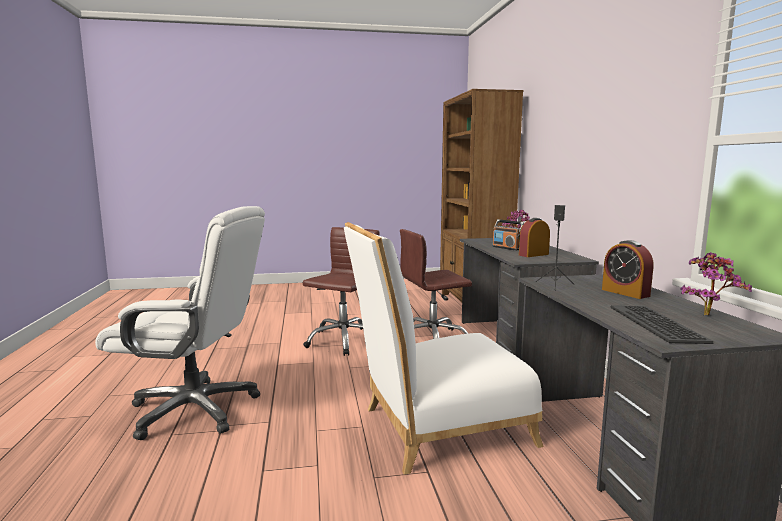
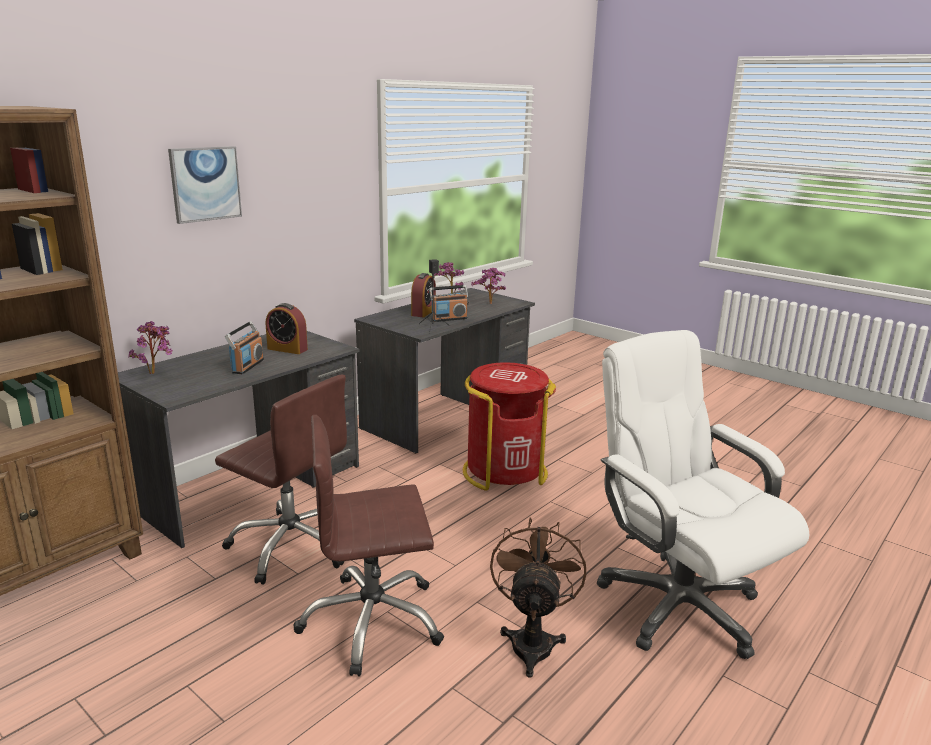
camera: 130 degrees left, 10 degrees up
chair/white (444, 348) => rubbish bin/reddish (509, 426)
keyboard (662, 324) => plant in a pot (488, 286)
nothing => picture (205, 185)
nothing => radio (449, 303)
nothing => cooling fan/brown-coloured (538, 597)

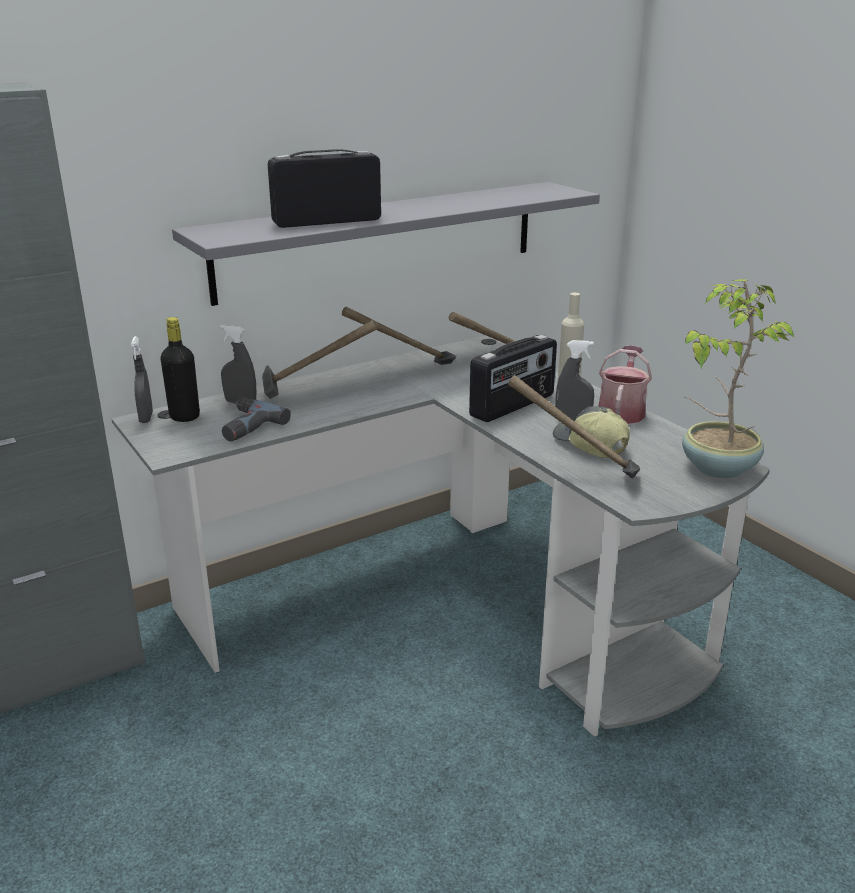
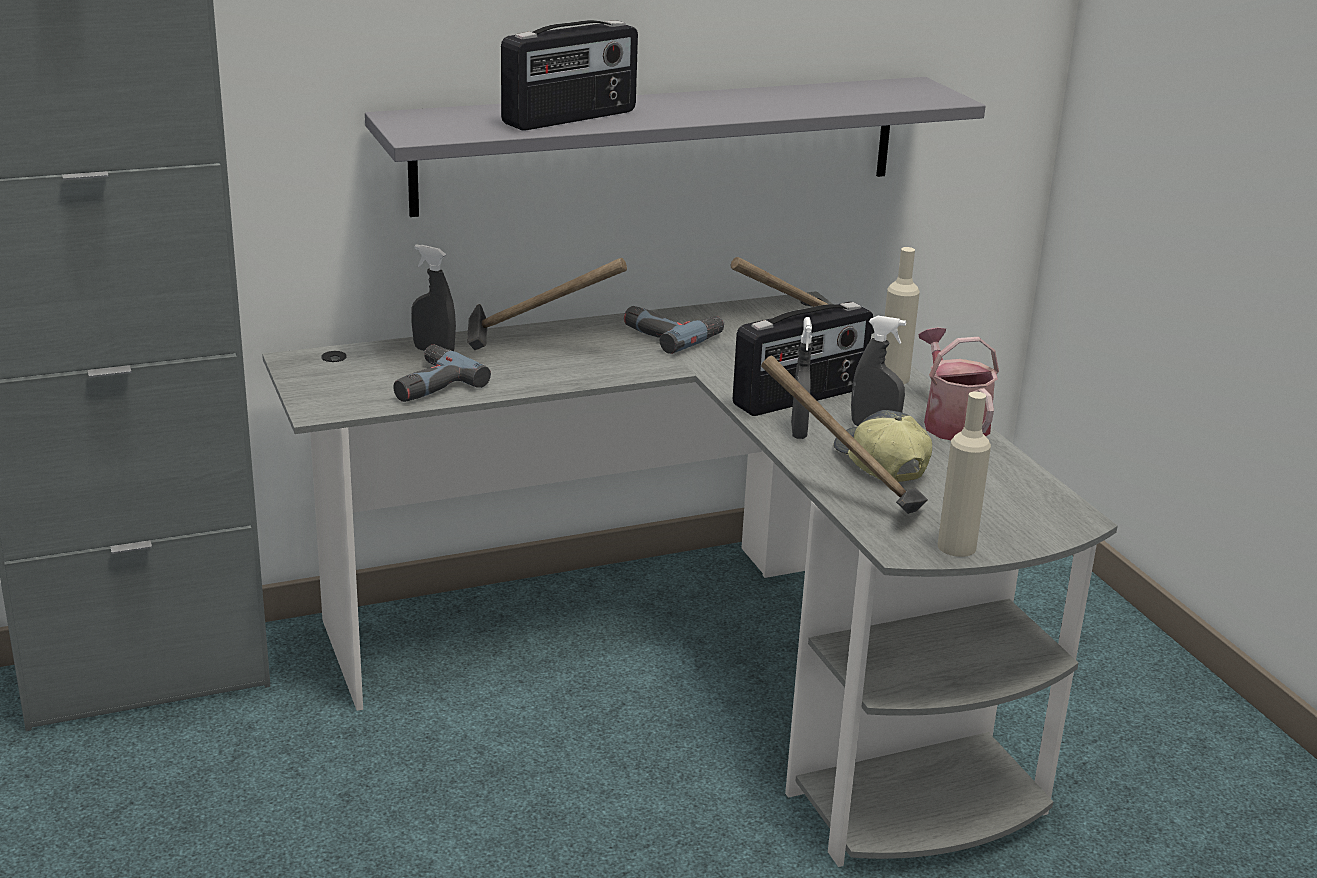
camera: 10 degrees right, 0 degrees up
radio (324, 188) => radio (569, 75), 150 degrees clockwise
plant in a pot (738, 378) => nothing
hand hammer (399, 336) => drill (674, 330)
bottle/black (180, 369) => nothing
sprayer/grey (142, 379) => sprayer/grey (801, 378), move
watering can (625, 385) => watering can (958, 383), 45 degrees counterclockwise
nothing => bottle/beige (964, 474)

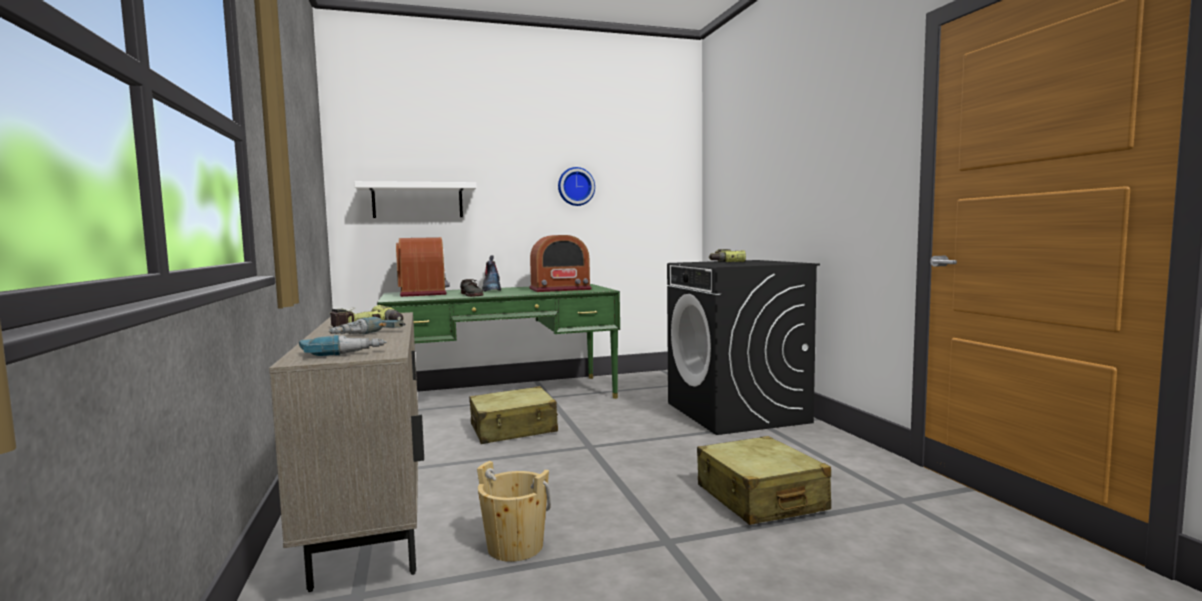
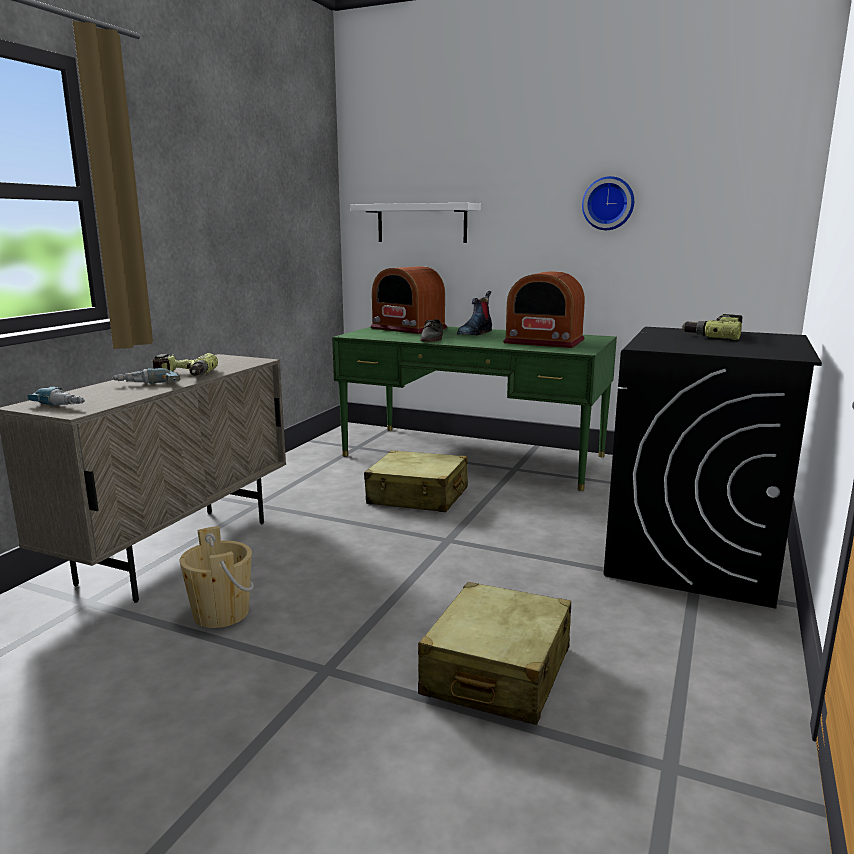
camera: 40 degrees right, 10 degrees up
radio (423, 267) => radio (408, 300), 105 degrees clockwise

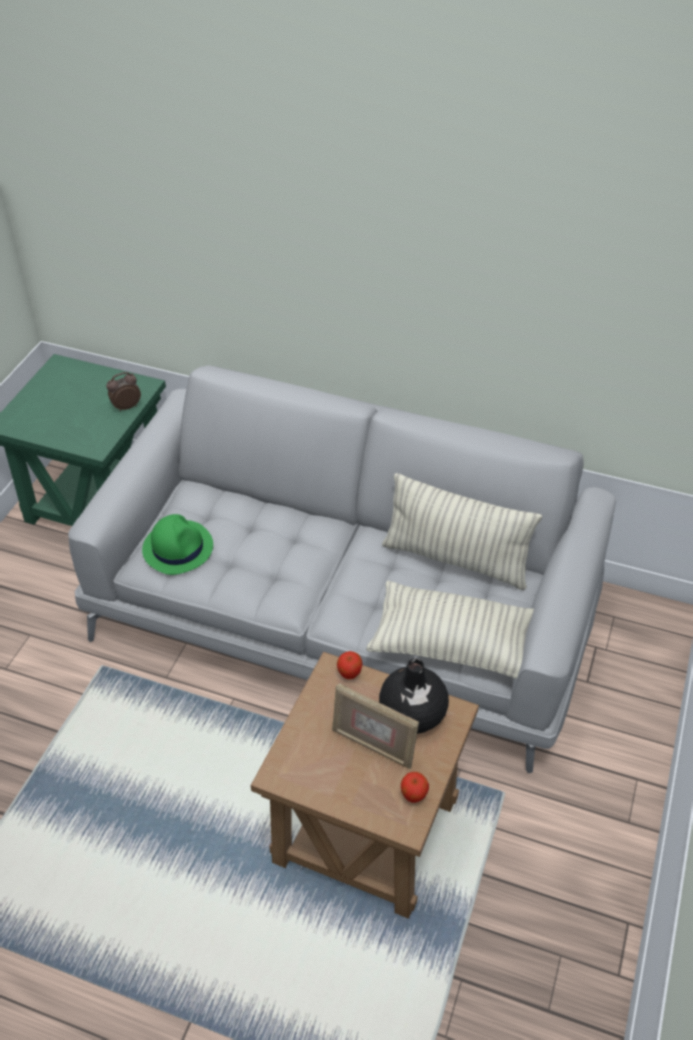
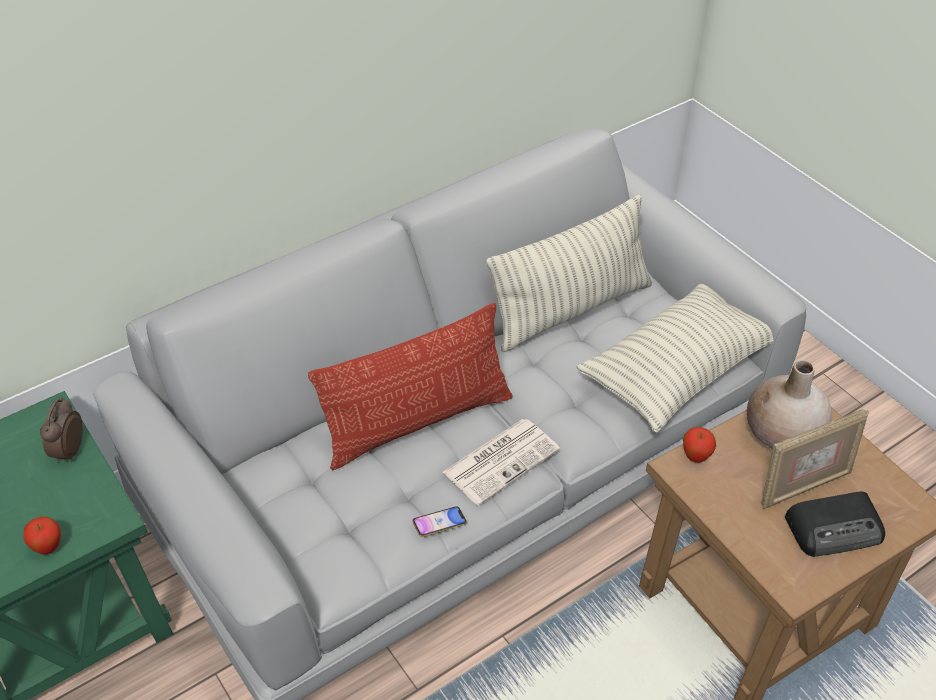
camera: 55 degrees left, 0 degrees up
clothing hat/green (177, 544) => nothing
flower vase/black (414, 696) => flower vase/beige (789, 405)
apple (415, 787) => apple (42, 536), move
nothing => throw pillow (410, 386)
nothing => printed paper (501, 462)
nothing => radio (835, 524)
nothing => telephone (439, 521)

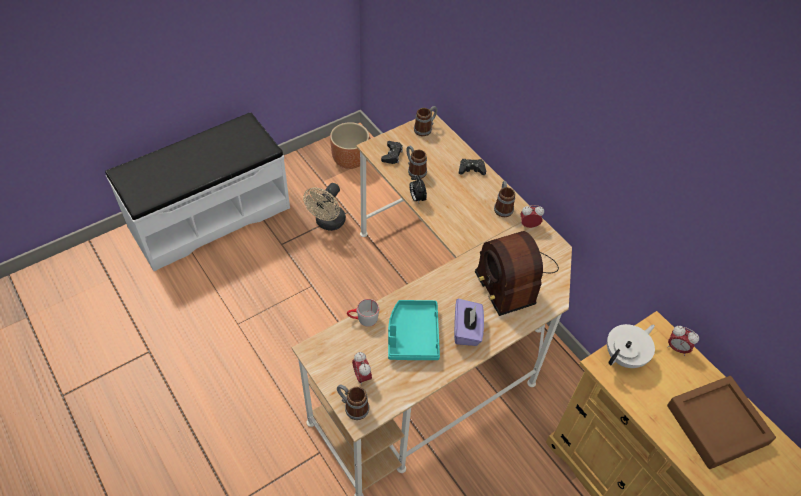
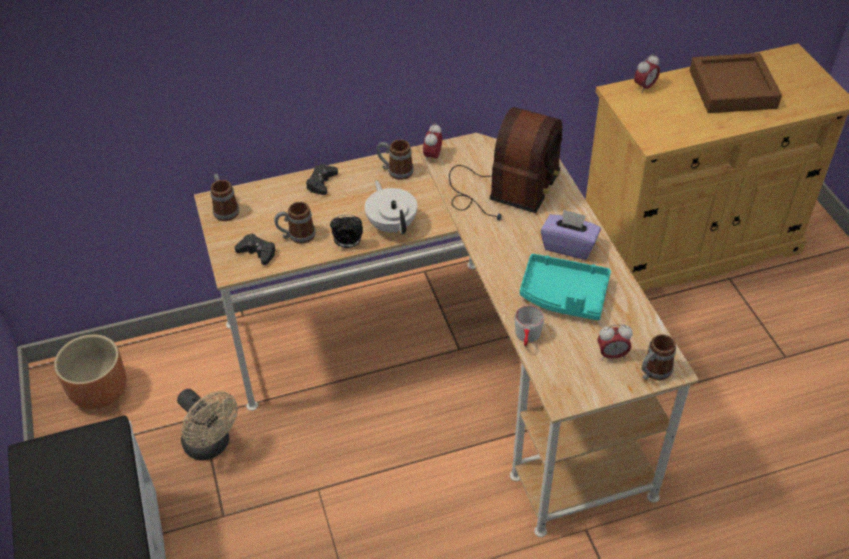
camera: 70 degrees left, 5 degrees down
radio (517, 273) => radio (506, 163), 60 degrees counterclockwise
tea pot/white (631, 346) => tea pot/white (391, 207), move

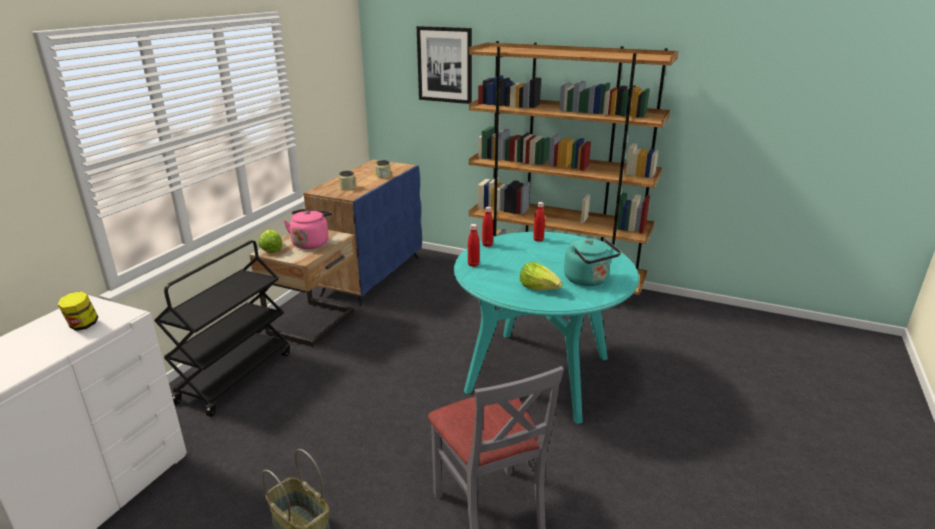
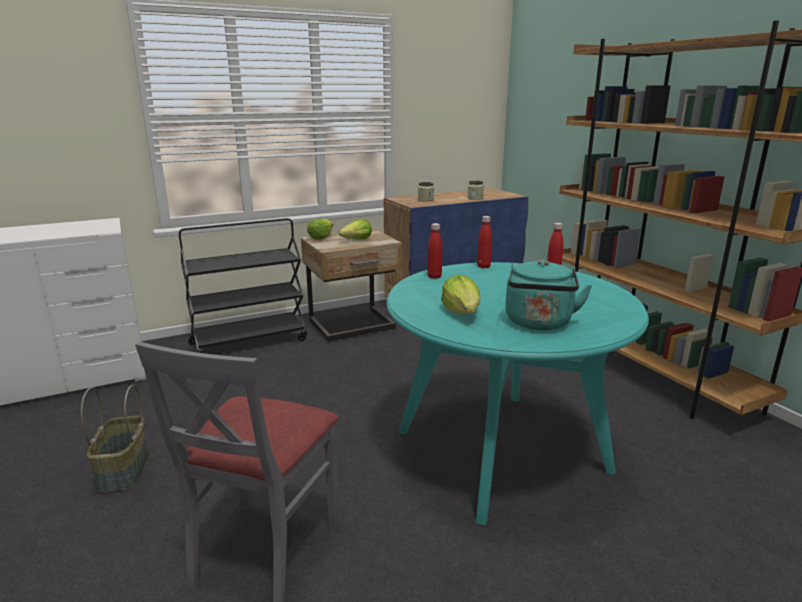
camera: 40 degrees right, 5 degrees down
picture (444, 65) => nothing
water kettle/pink-coloured (308, 229) => lettuce head (355, 229)
storage jar (78, 311) => nothing

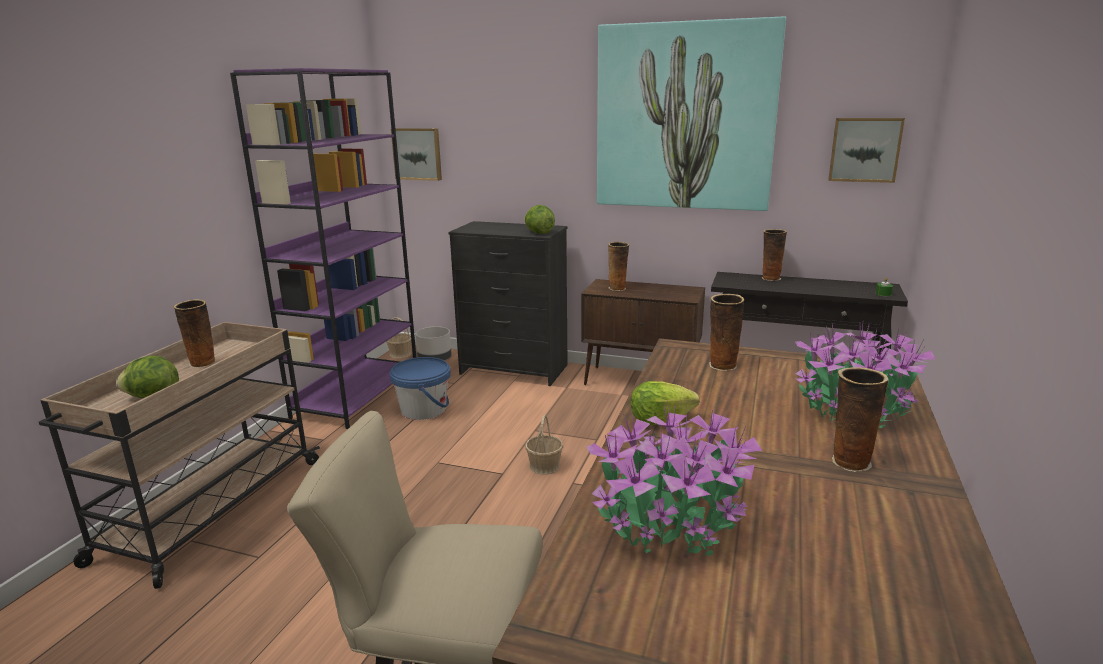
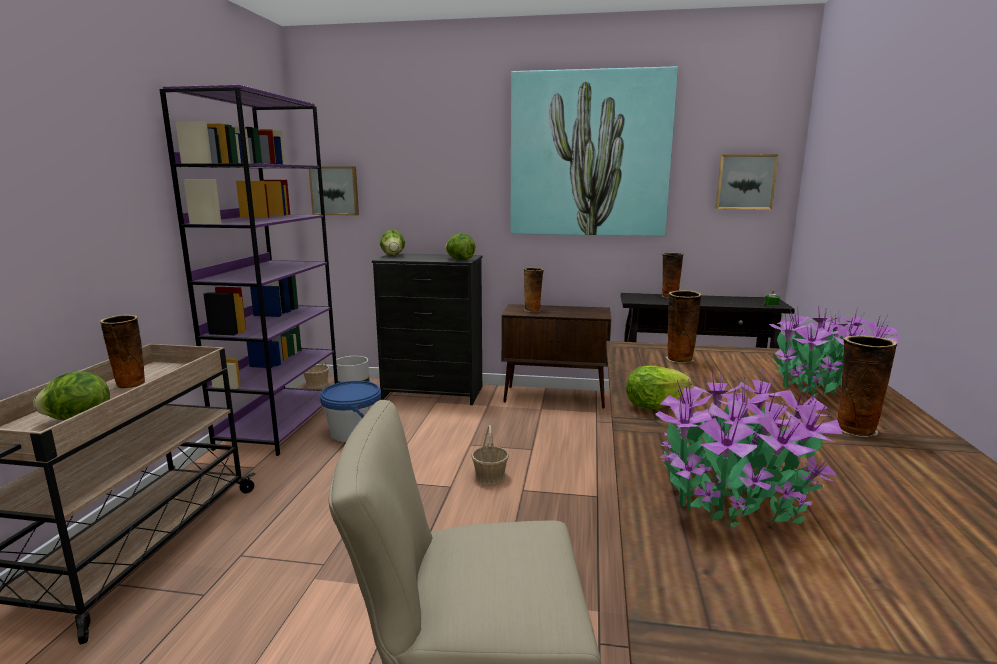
camera: 10 degrees left, 5 degrees down
nothing => lettuce head (392, 243)

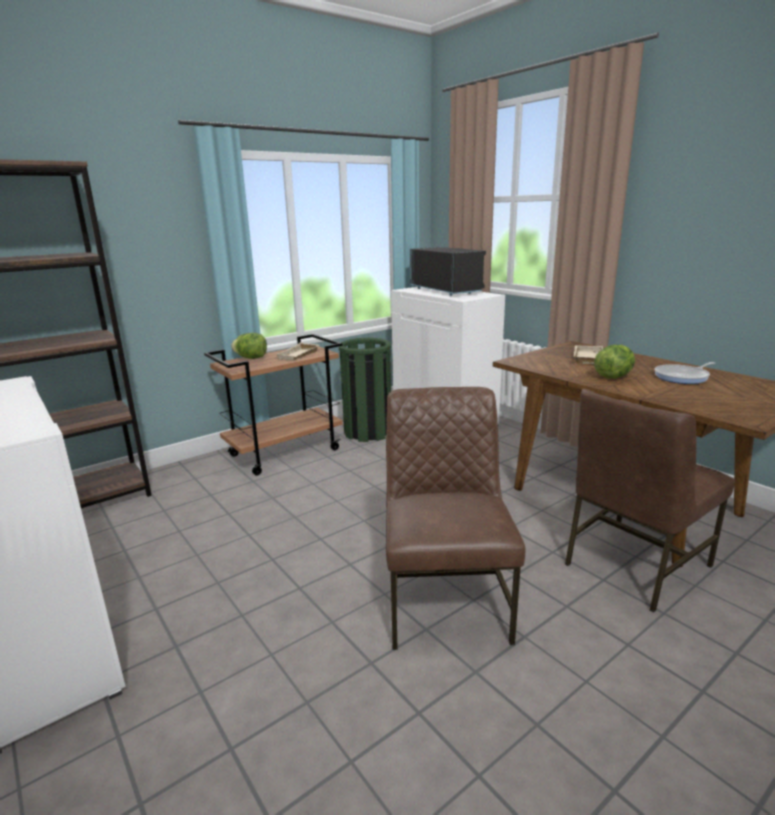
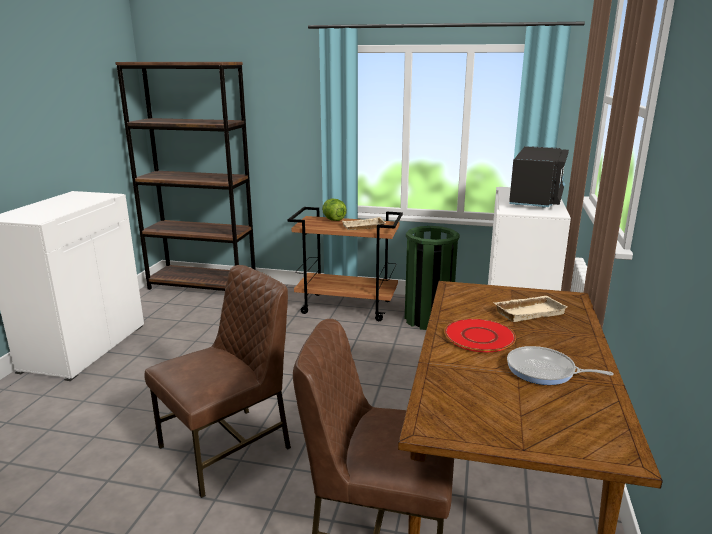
camera: 50 degrees right, 0 degrees up
lettuce head (614, 361) => dinner plate/reddish (480, 335)

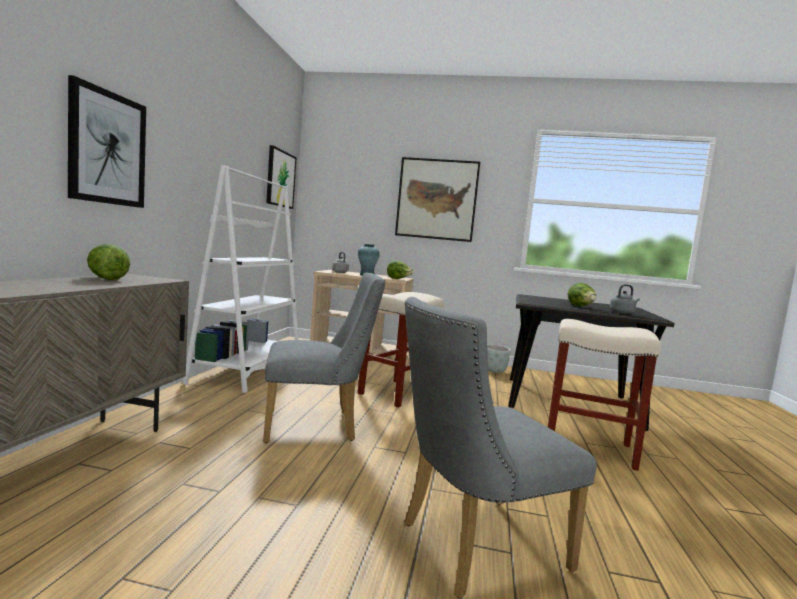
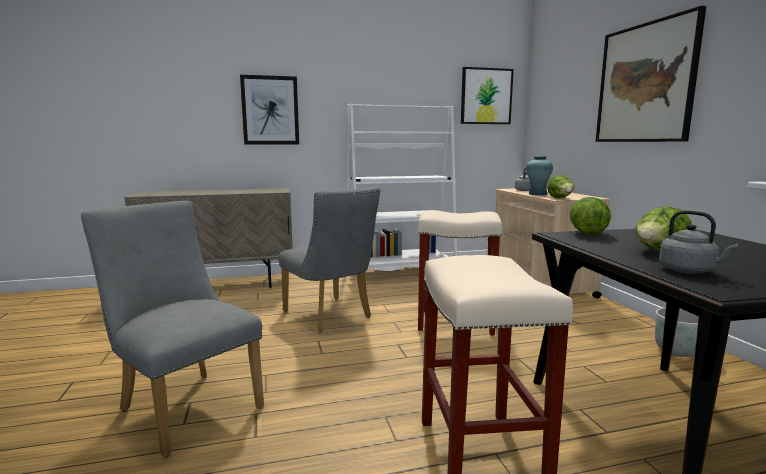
camera: 65 degrees right, 5 degrees up
lettuce head (108, 262) => lettuce head (590, 216), move

